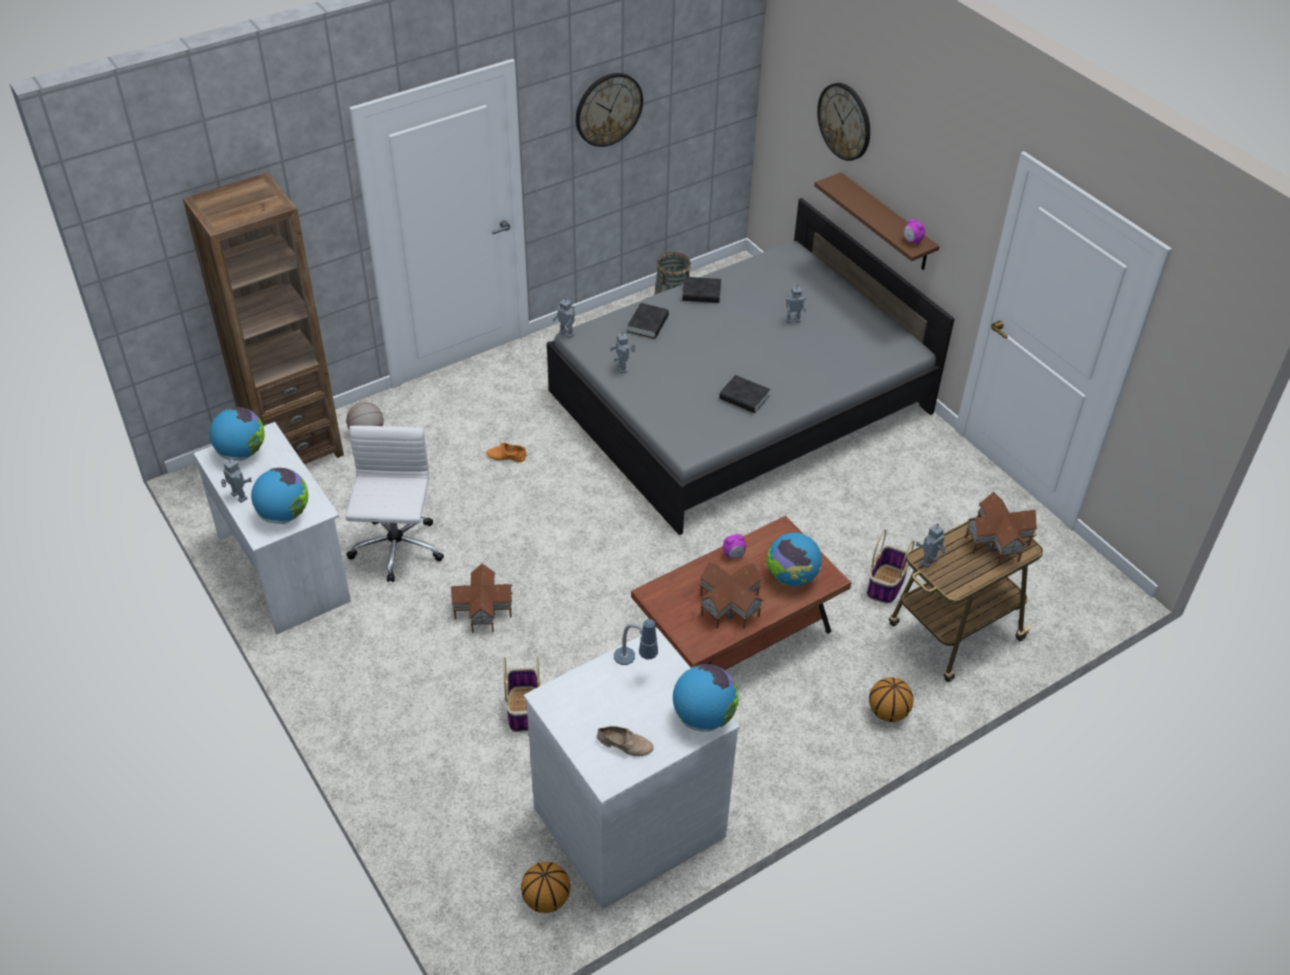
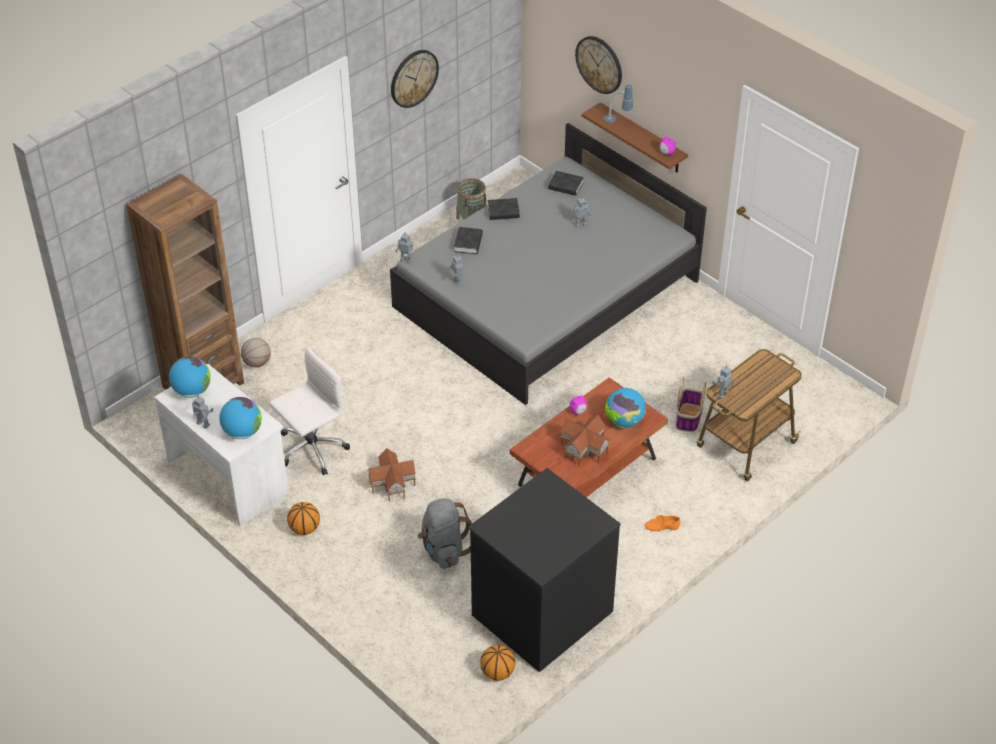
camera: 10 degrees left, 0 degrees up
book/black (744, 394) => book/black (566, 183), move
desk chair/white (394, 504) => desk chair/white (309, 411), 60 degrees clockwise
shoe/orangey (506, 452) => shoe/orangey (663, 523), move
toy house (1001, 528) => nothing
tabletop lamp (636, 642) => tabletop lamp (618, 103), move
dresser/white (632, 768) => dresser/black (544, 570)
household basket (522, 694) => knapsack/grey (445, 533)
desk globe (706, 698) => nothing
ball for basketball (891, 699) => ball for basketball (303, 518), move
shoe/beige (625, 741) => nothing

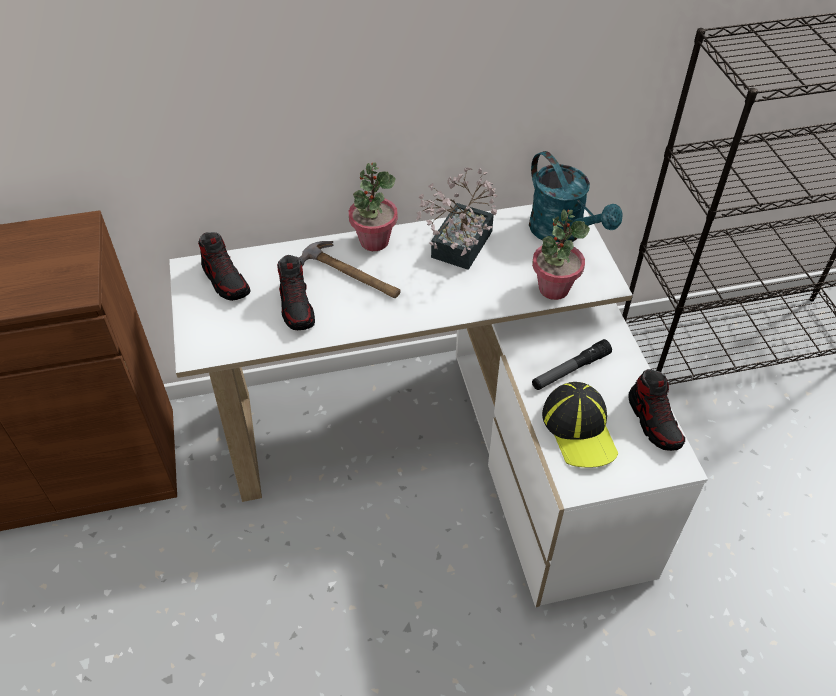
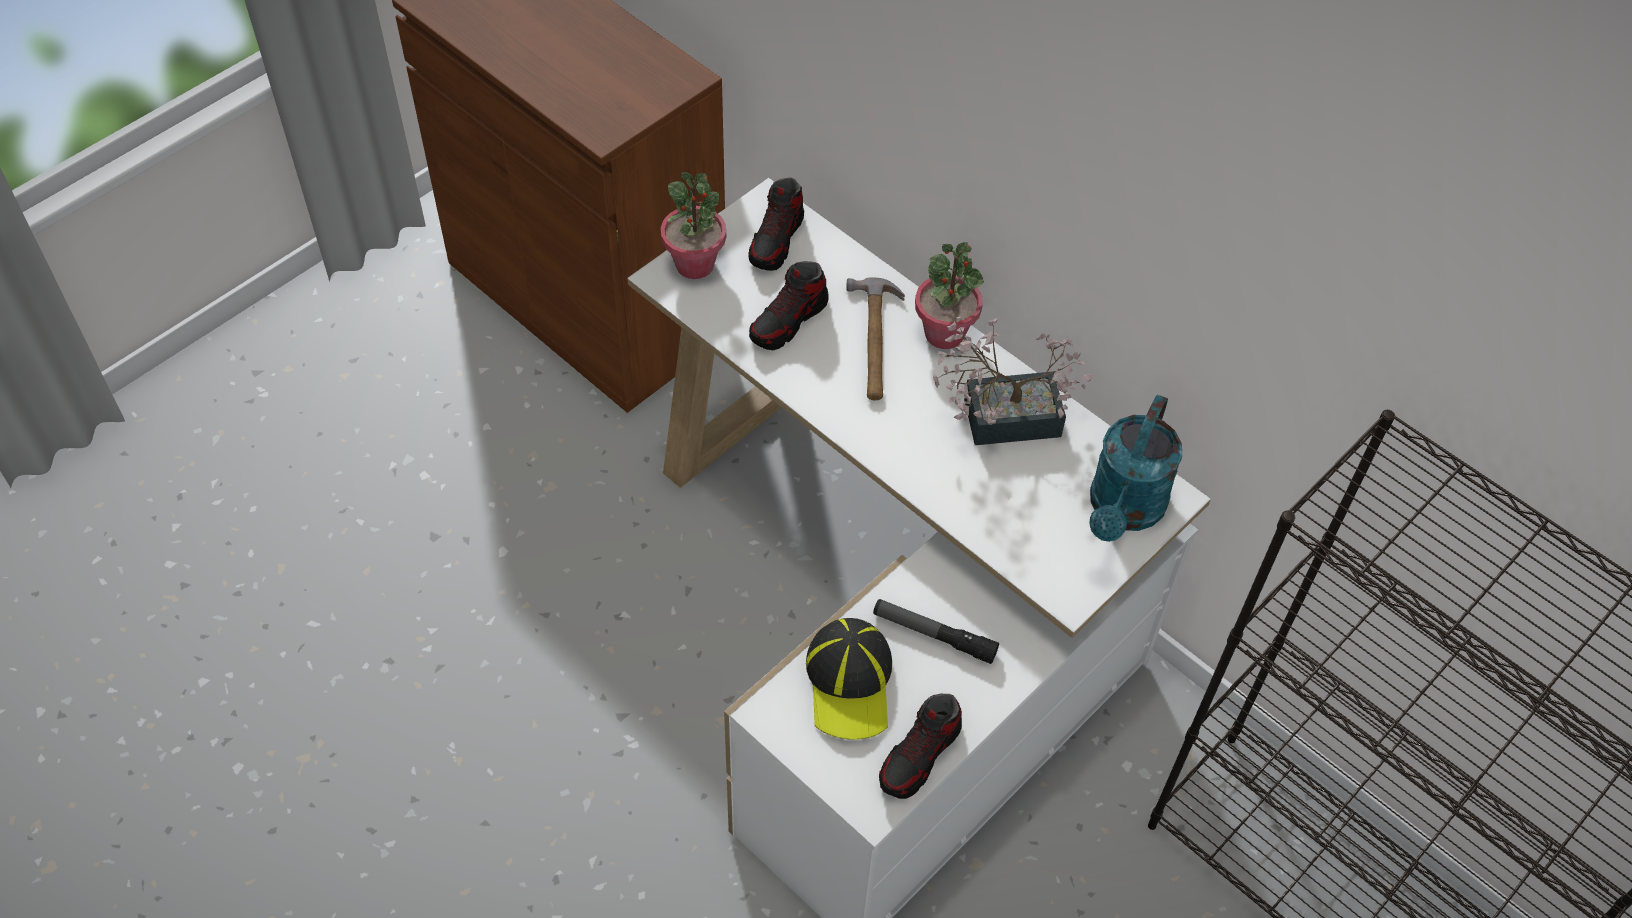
camera: 55 degrees right, 5 degrees up
plant in a pot (561, 254) => plant in a pot (693, 225), move
peaked cap (580, 425) => peaked cap (849, 679), 45 degrees counterclockwise

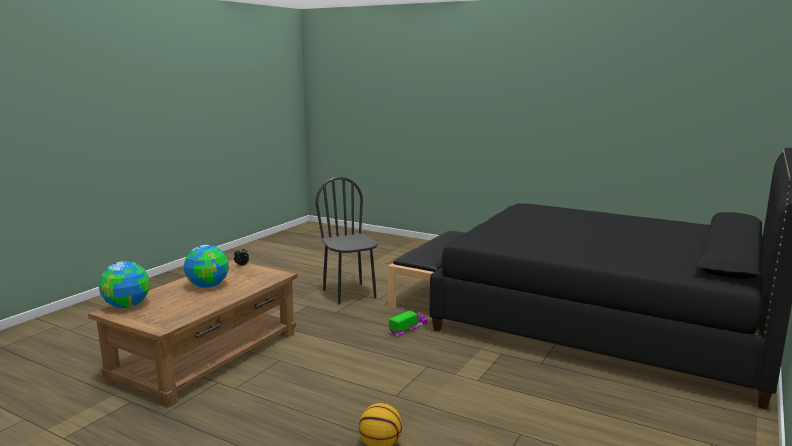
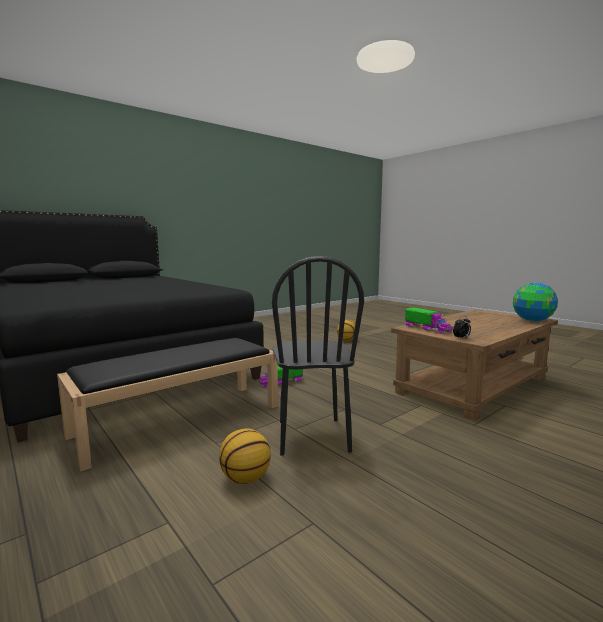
camera: 160 degrees left, 5 degrees down
desk globe (206, 266) => nothing
nothing => toy truck (429, 320)
nothing => ball for basketball (245, 456)

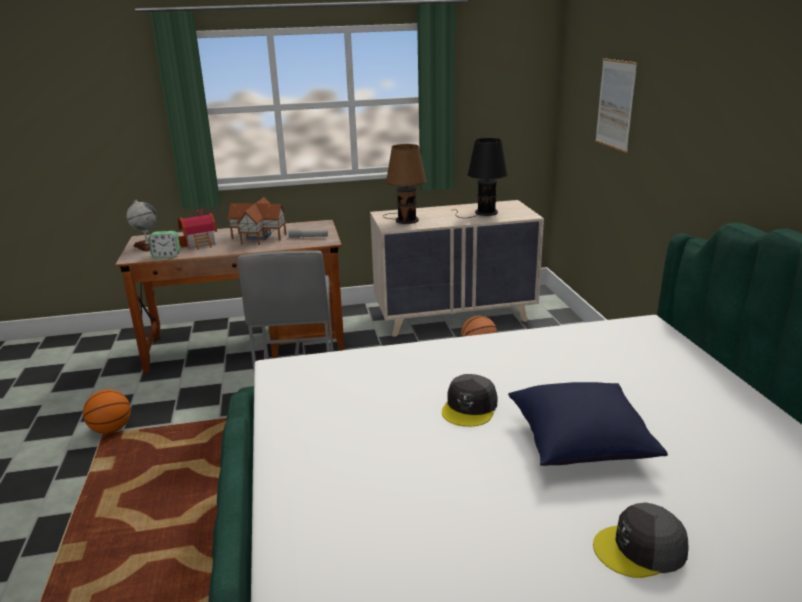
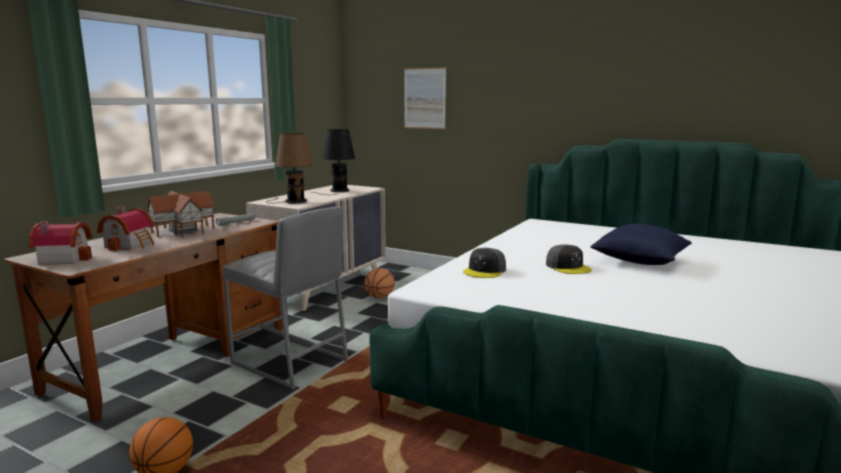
camera: 50 degrees left, 10 degrees down
desk globe (141, 226) => toy house (60, 243)
bedside clock (164, 244) => nothing
peaked cap/grey (641, 540) => peaked cap/grey (484, 263), move

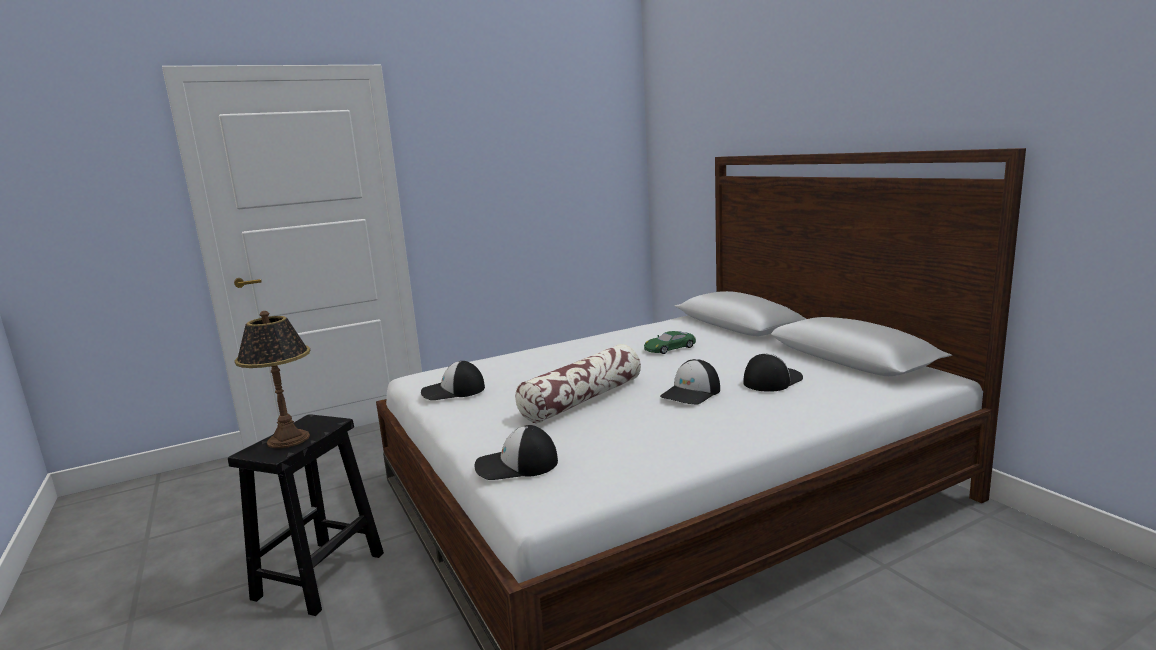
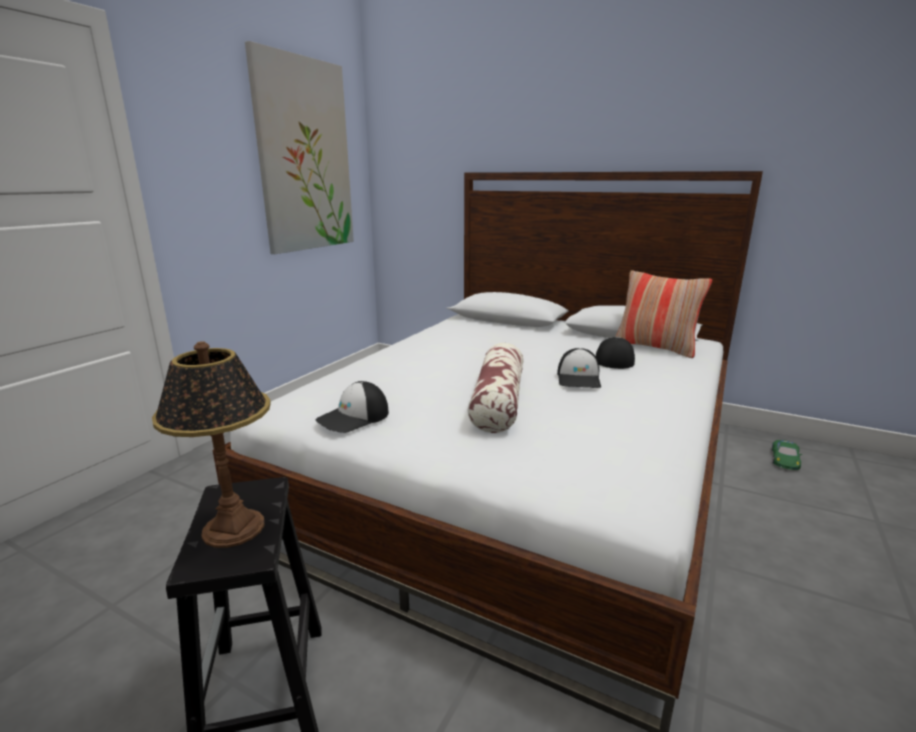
camera: 35 degrees left, 5 degrees up
miniature car/green (670, 342) => miniature car/green (787, 455), move
peaked cap (516, 452) => nothing
nothing => picture (299, 147)
nothing => throw pillow (663, 314)

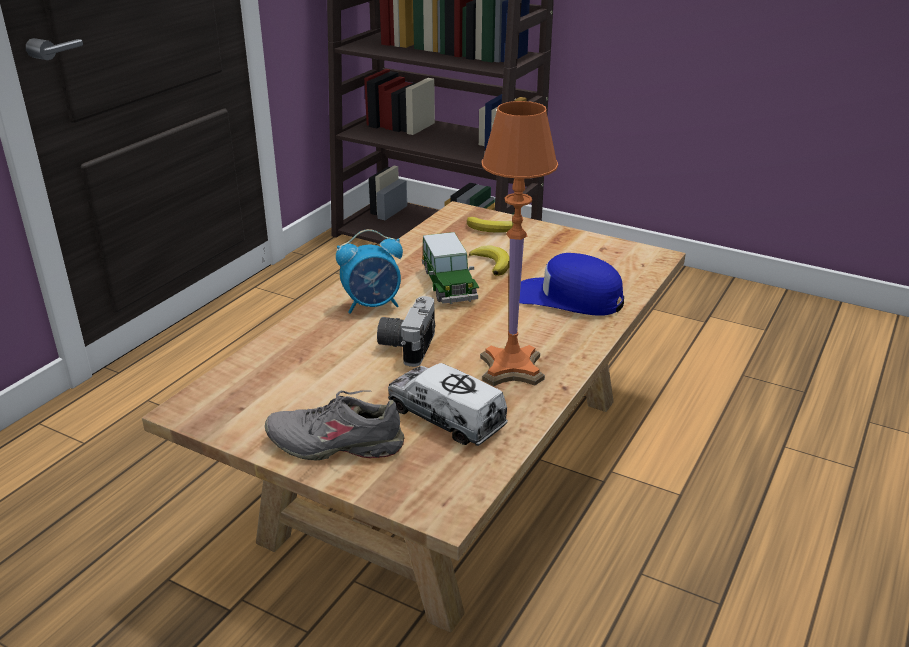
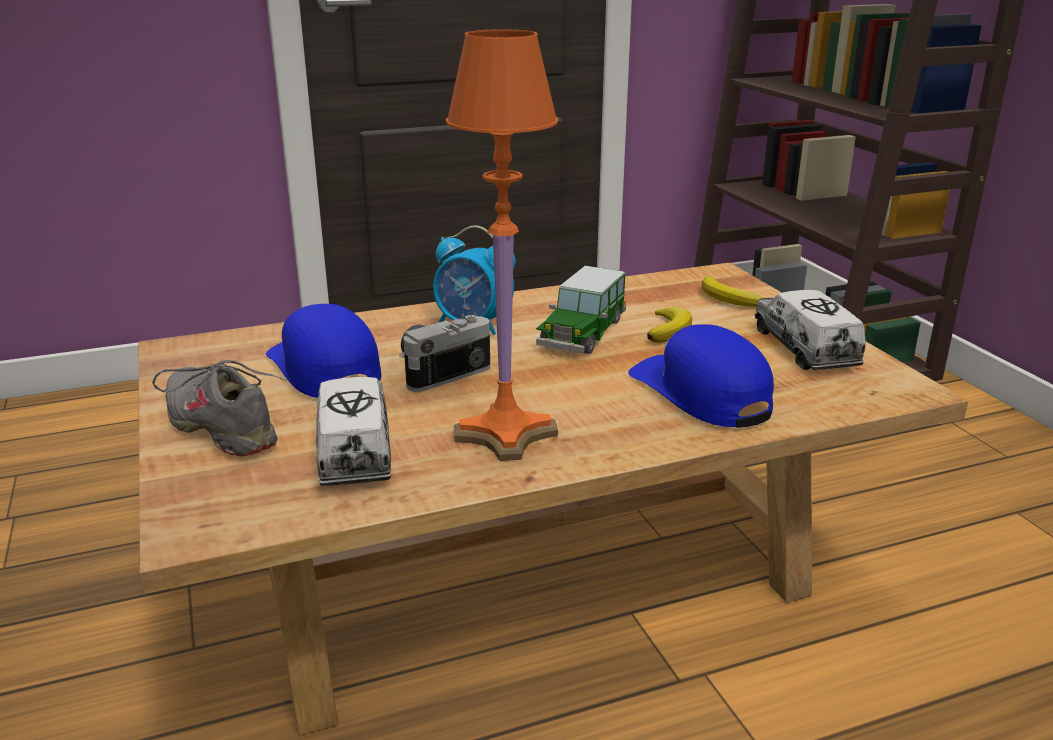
camera: 40 degrees right, 5 degrees down
nothing => toy truck (810, 330)
nothing => peaked cap/blue-coloured (324, 351)

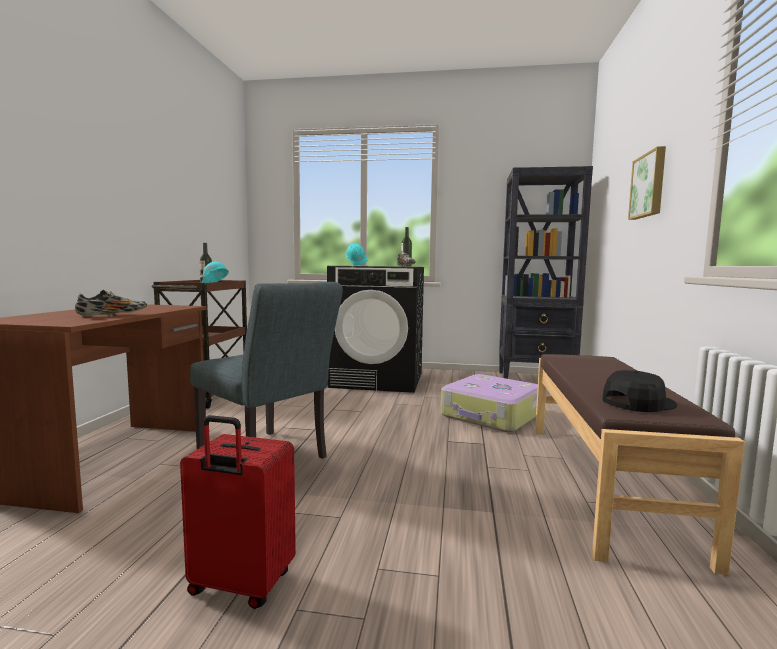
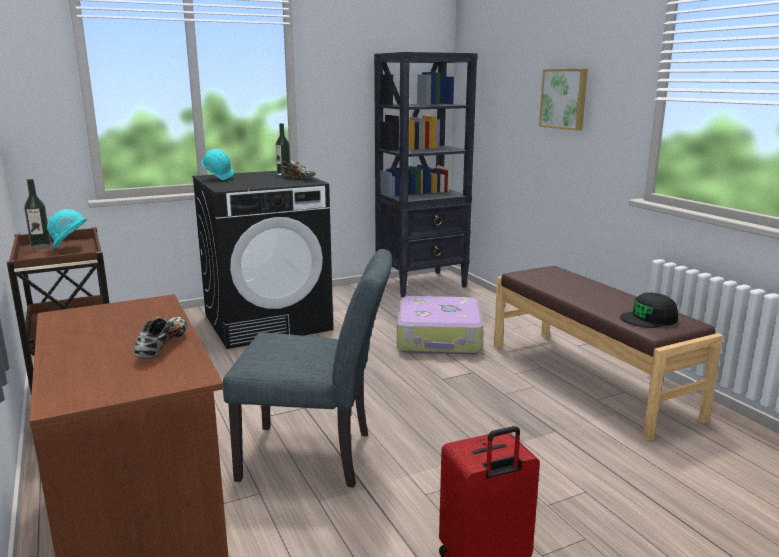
camera: 35 degrees left, 10 degrees up
peaked cap/black (639, 391) => peaked cap/black (649, 310), 135 degrees counterclockwise

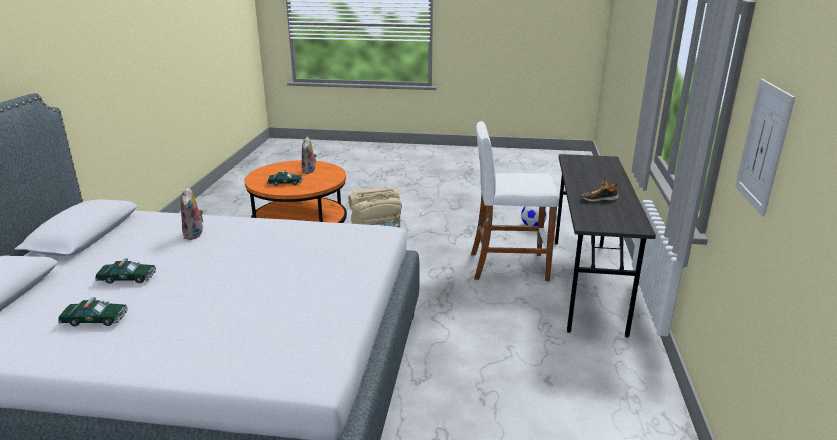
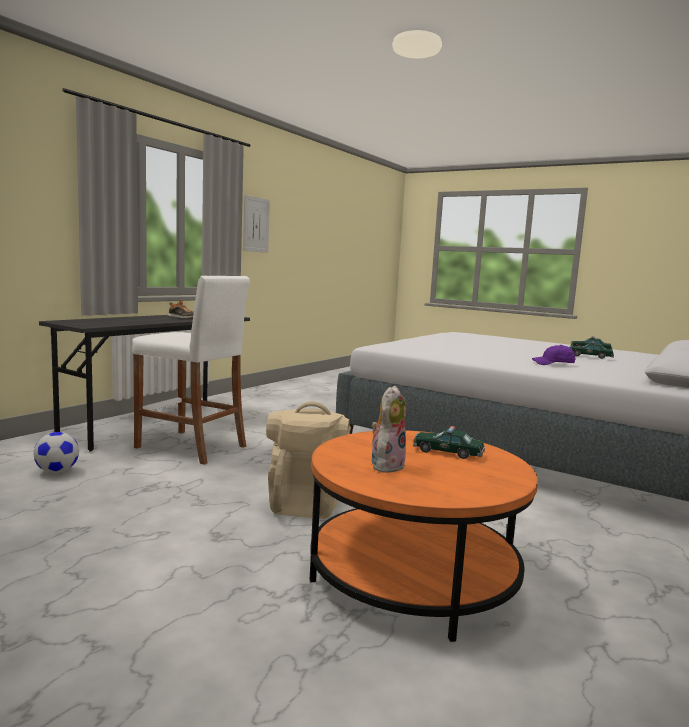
camera: 155 degrees left, 15 degrees down
soft toy (192, 213) => peaked cap/purplish (554, 355)

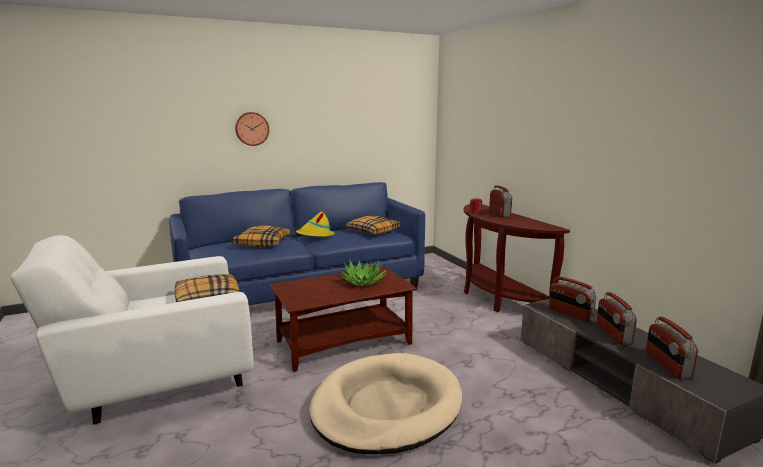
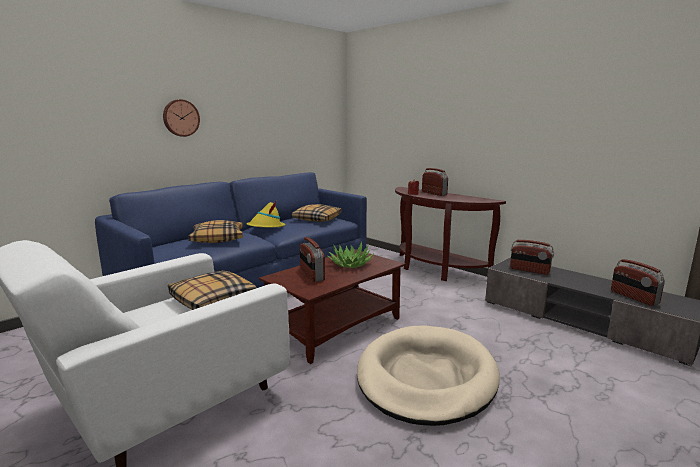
camera: 20 degrees left, 0 degrees up
radio (616, 318) => radio (312, 259), move

